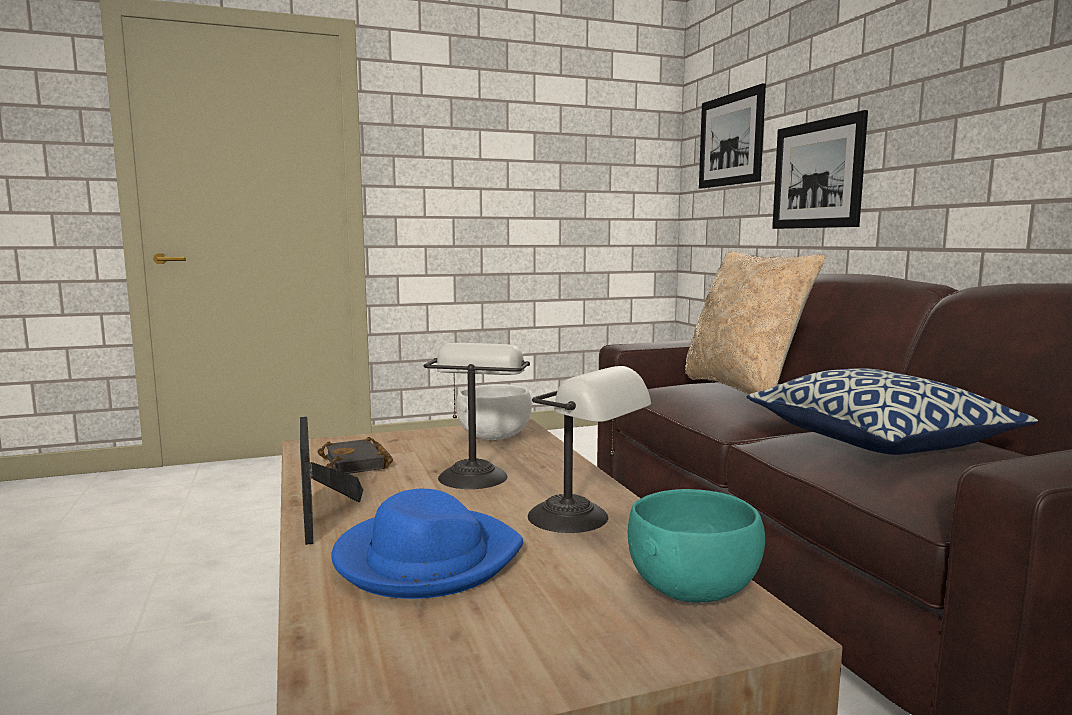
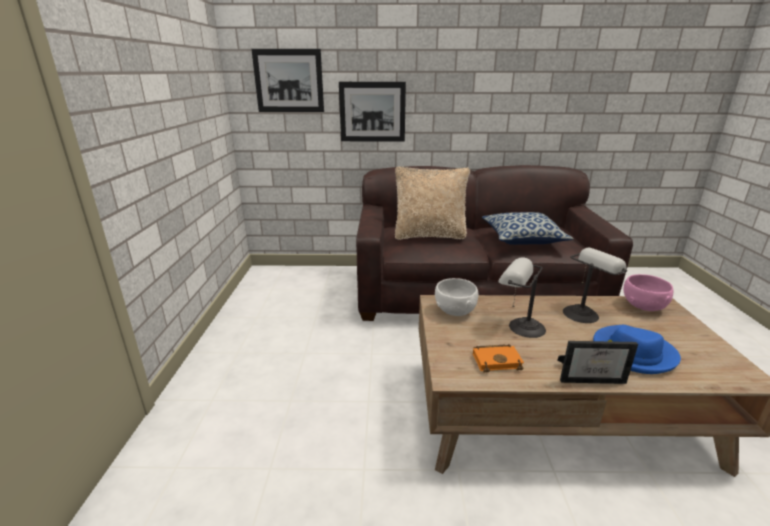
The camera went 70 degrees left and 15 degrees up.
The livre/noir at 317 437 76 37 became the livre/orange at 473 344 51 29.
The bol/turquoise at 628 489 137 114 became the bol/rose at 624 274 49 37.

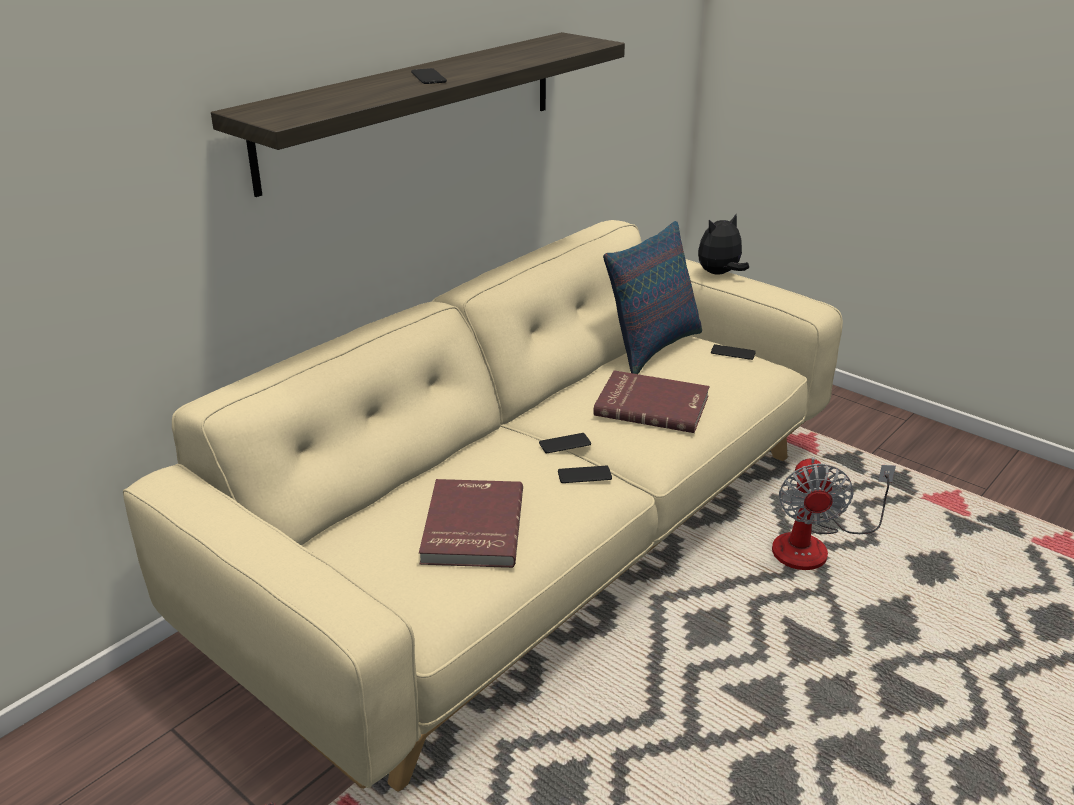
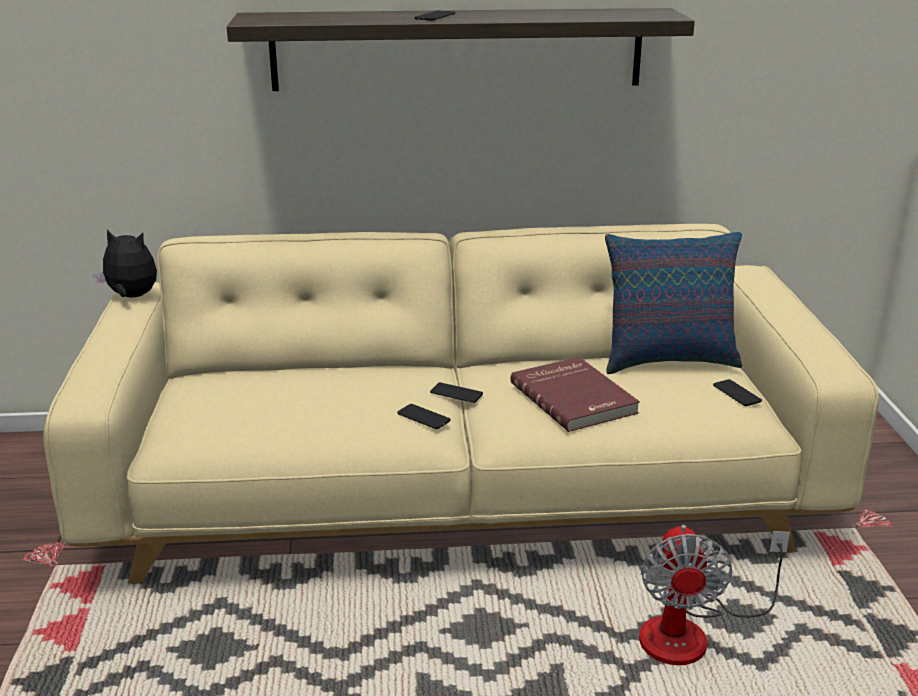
The camera went 45 degrees right and 5 degrees down.
The livre/rouge at 419 479 104 89 disappeared.
The peluche moved from 698 214 51 61 to 93 229 64 68.
The ventilateur at 772 457 124 113 turned 45 degrees counterclockwise.

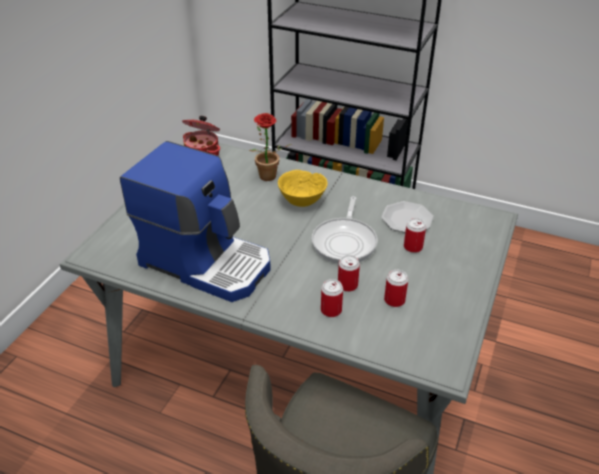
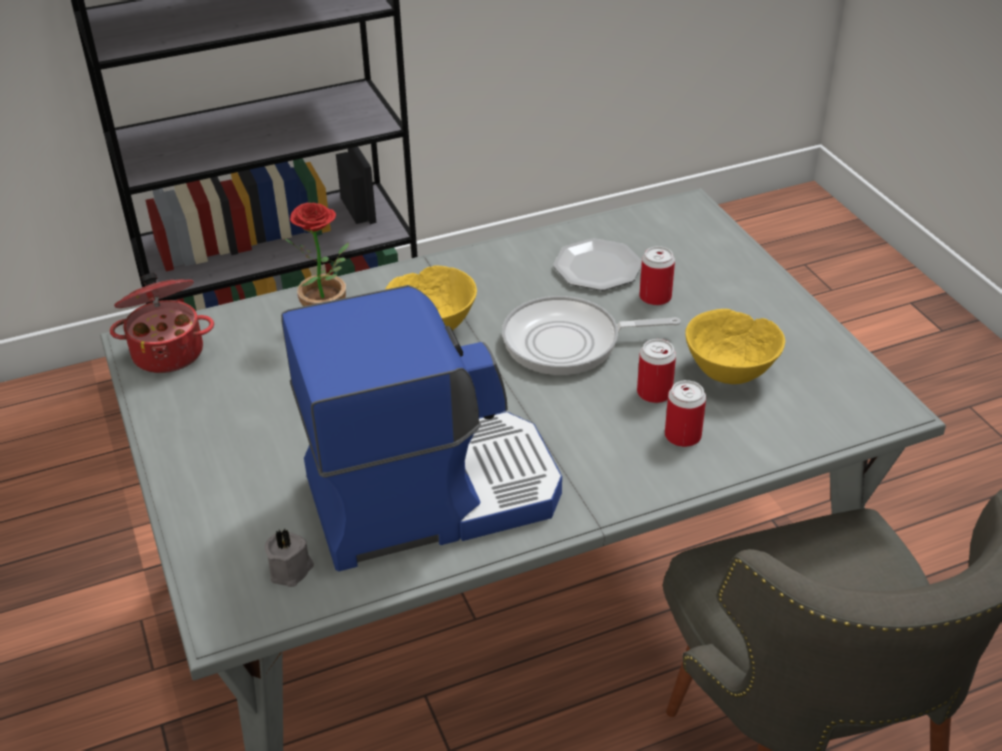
The camera went 45 degrees left and 0 degrees up.
The poêle at 312 196 65 68 turned 120 degrees clockwise.
The boîte métallique at 384 269 24 38 was replaced by the bol/jaune at 685 309 100 75.
The bougie/gris at 265 529 49 58 appeared.

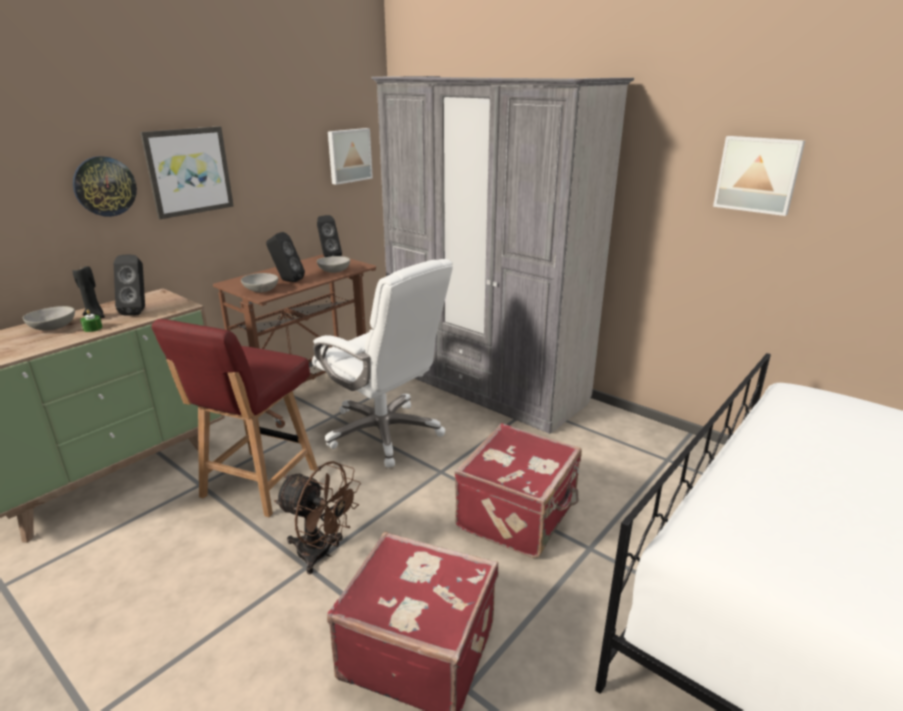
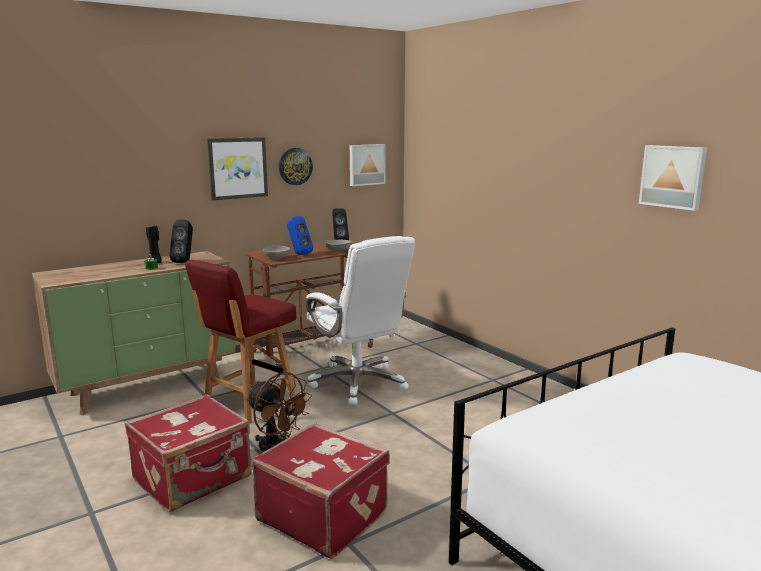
The camera went 15 degrees right and 10 degrees down.
The bol/gris at 23 306 52 25 disappeared.
The horloge murale moved from 73 156 64 61 to 279 148 34 37.
The enceinte/noir at 266 232 39 50 became the enceinte/bleu at 287 216 26 39.
The armoire/gris at 371 76 263 358 disappeared.
The valise/rouge moved from 454 423 128 135 to 124 394 128 118.

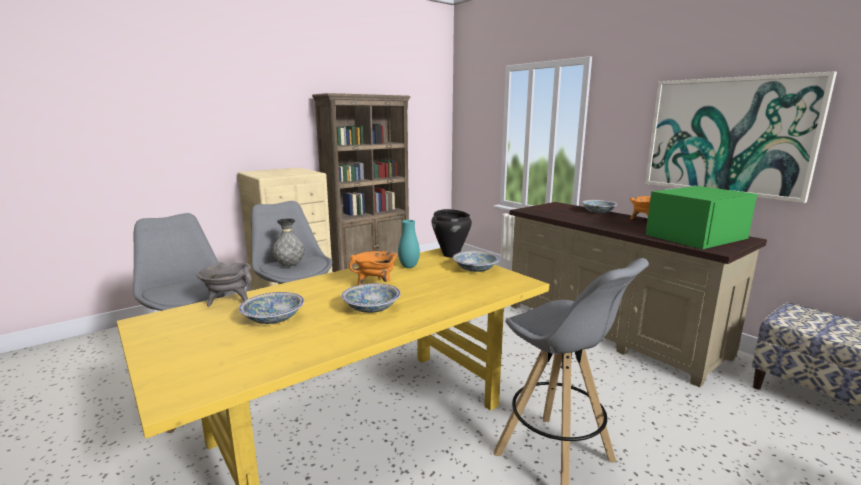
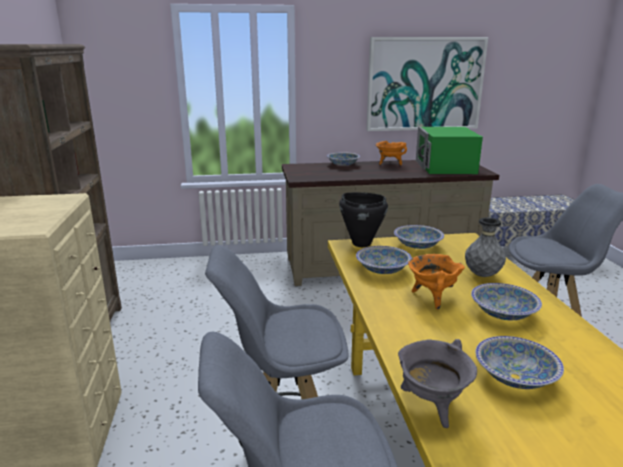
The camera went 60 degrees left and 5 degrees up.
The vase/gris moved from 272 218 33 48 to 465 218 41 59.
The vase/turquoise at 398 220 22 48 was replaced by the bol at 356 246 56 28.

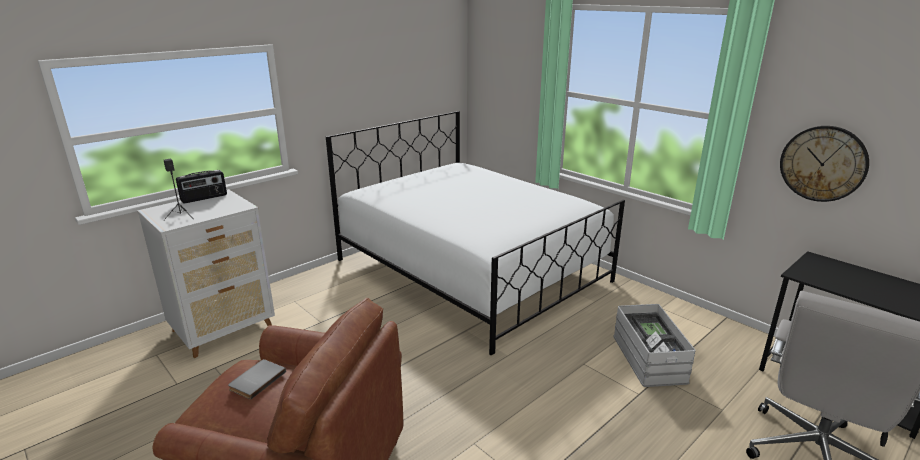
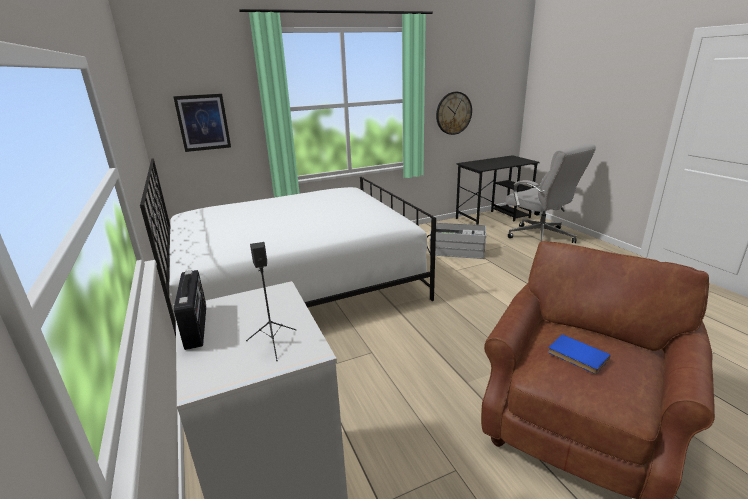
The camera went 70 degrees left and 0 degrees up.
The livre/gris at 228 359 58 41 became the livre/bleu at 548 334 63 40.
The tableau at 173 94 58 58 appeared.

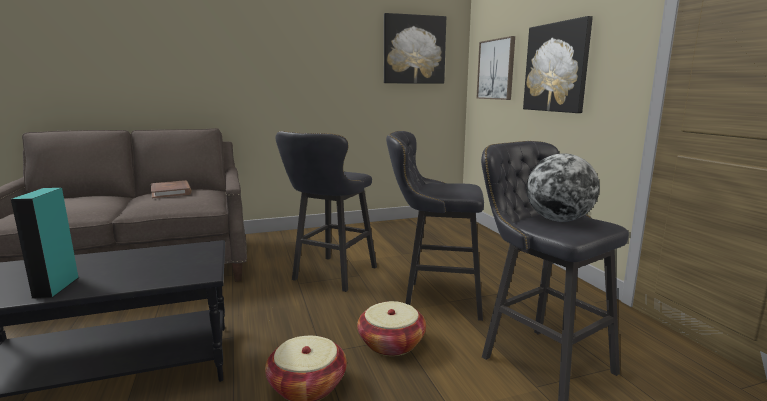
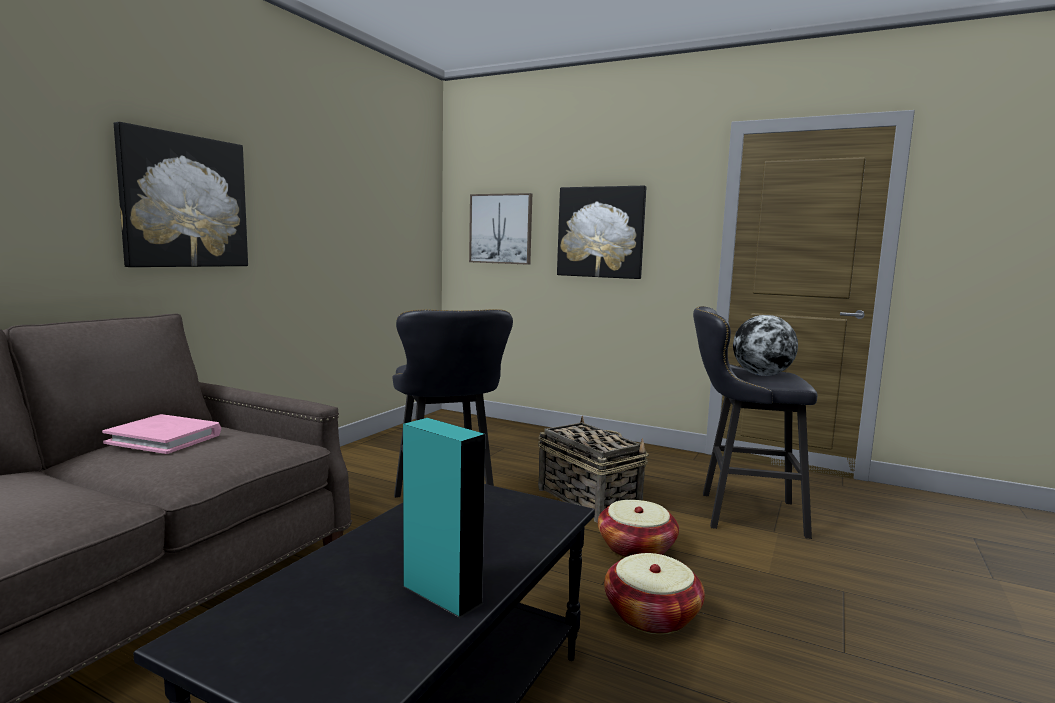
The camera went 45 degrees left and 5 degrees down.
The livre/marron at 151 180 41 18 became the livre/rose at 102 414 119 40.
The tableau moved from 384 13 62 71 to 114 122 134 145.
The tabouret/noir at 386 131 98 190 was replaced by the panier at 538 416 111 107.

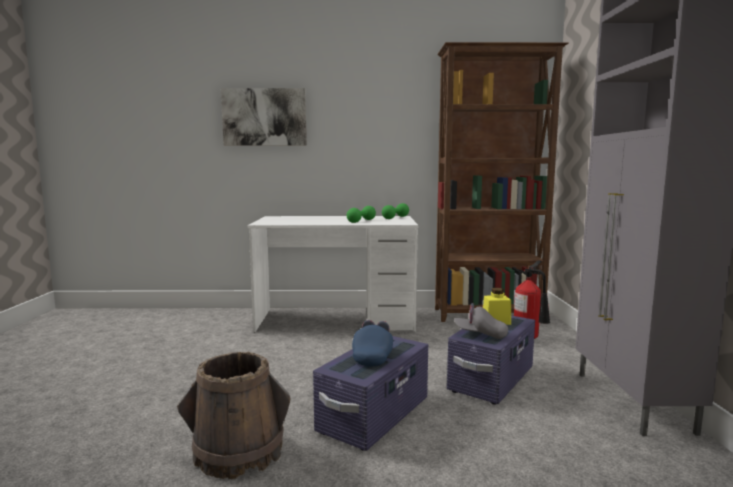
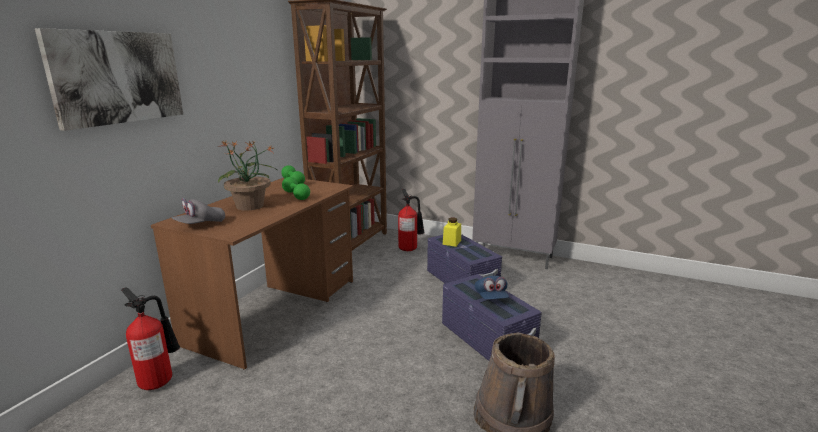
The camera went 65 degrees left and 10 degrees up.
The bureau/blanc at 247 216 171 117 became the bureau/marron at 151 178 203 191.
The casquette/bleu at 352 320 41 47 turned 135 degrees counterclockwise.
The casquette/gris moved from 454 303 54 36 to 172 198 53 26.
The extincteur at 121 288 59 102 appeared.
The plante en pot at 218 141 60 70 appeared.

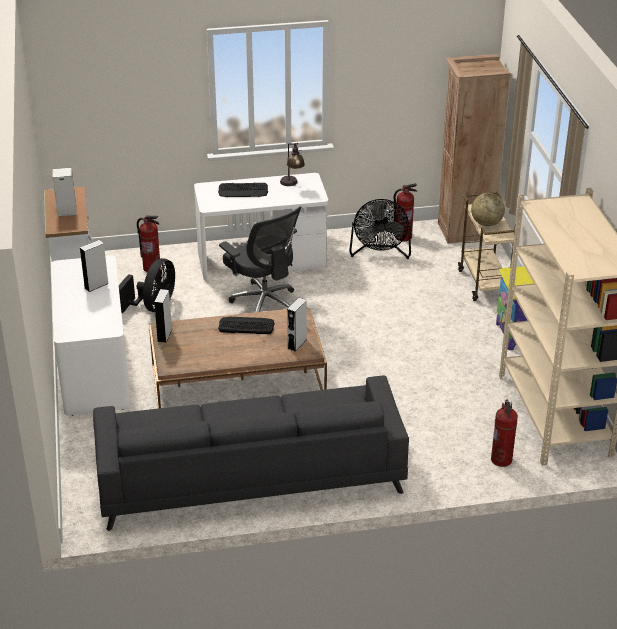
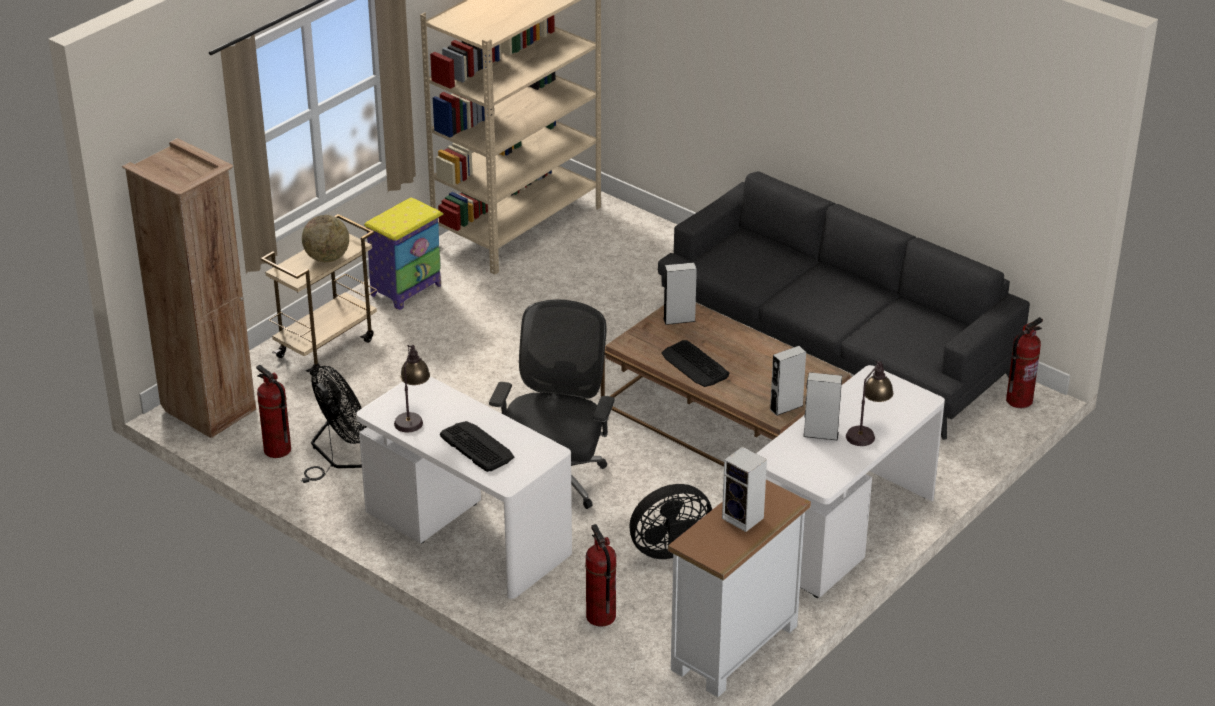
The camera went 130 degrees left and 0 degrees up.
The extincteur moved from 491 399 27 68 to 1006 317 37 91.
The lampe de table at 846 360 47 86 appeared.

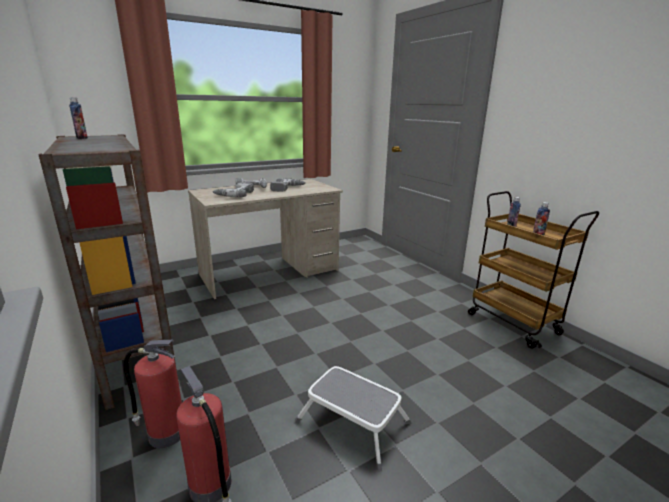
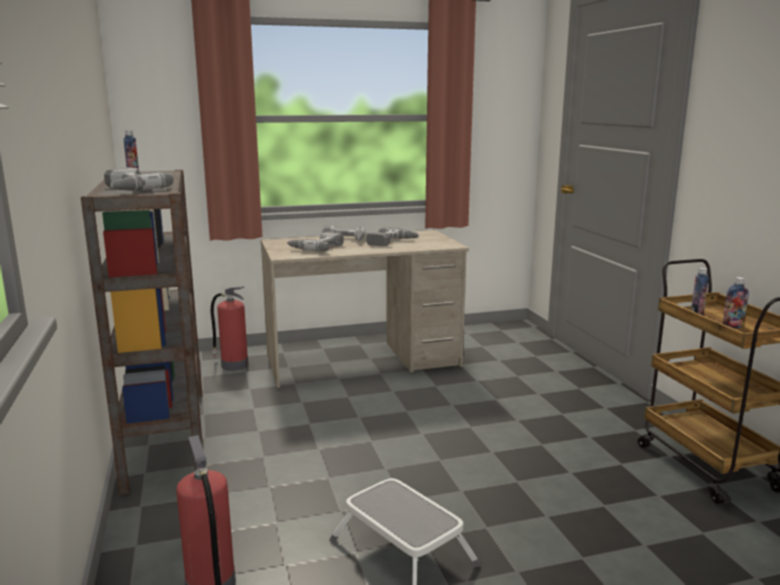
The camera went 15 degrees right and 5 degrees down.
The extincteur moved from 124 340 58 108 to 211 286 38 85.
The perceuse at 104 167 69 24 appeared.

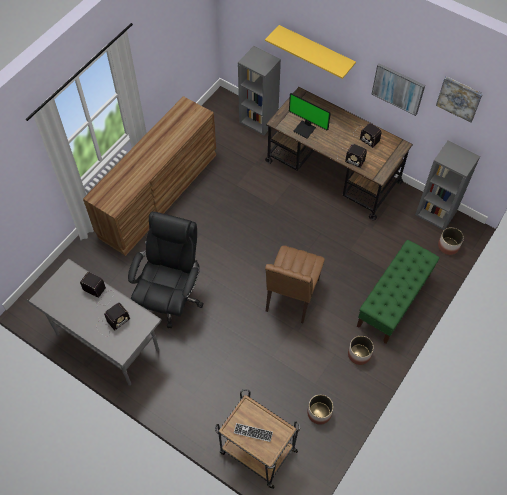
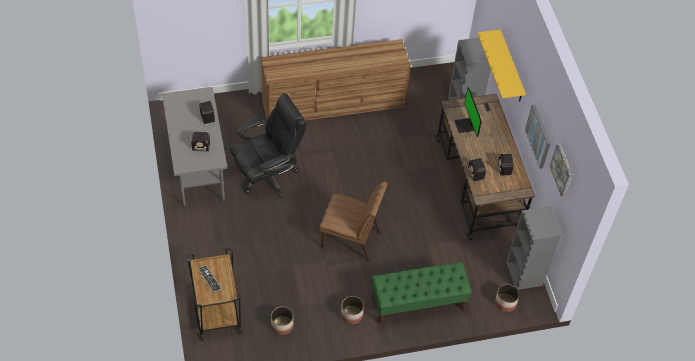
The camera went 40 degrees right and 5 degrees down.
The chaise/marron at 265 245 60 78 turned 135 degrees counterclockwise.

